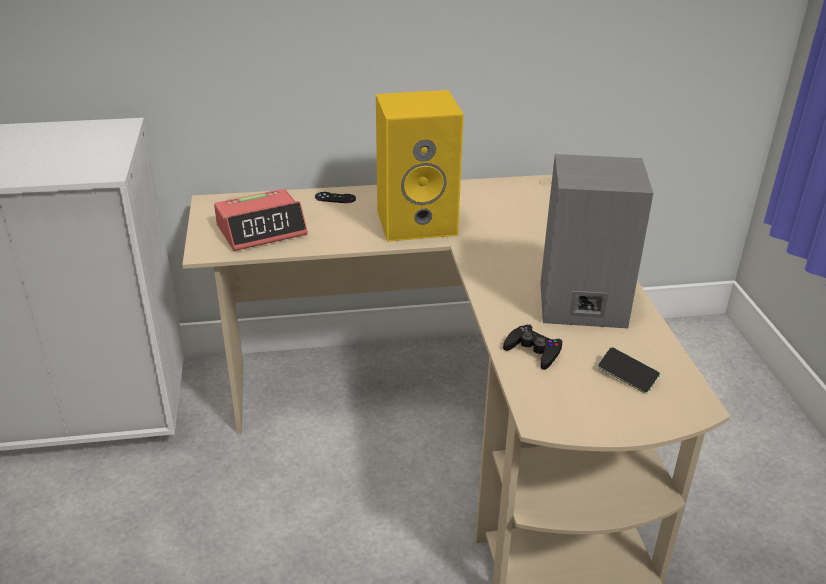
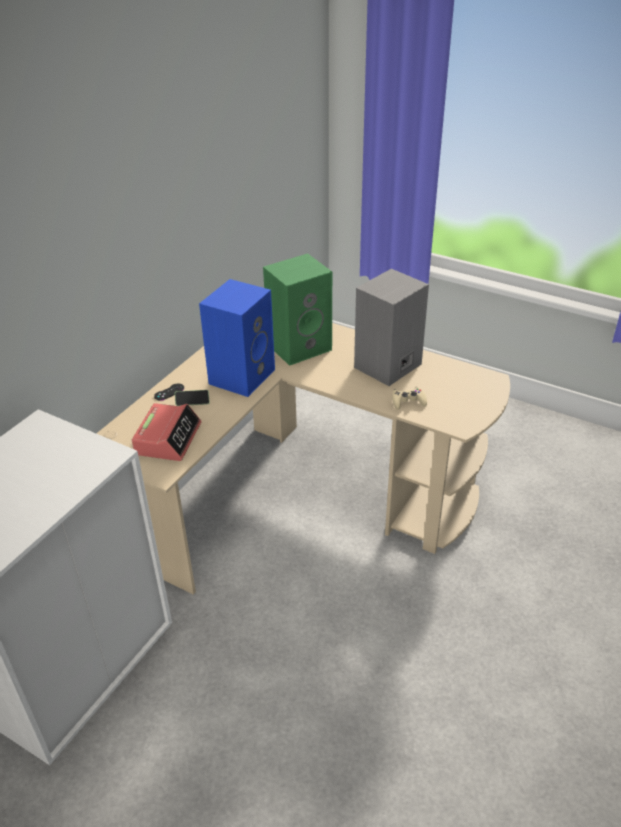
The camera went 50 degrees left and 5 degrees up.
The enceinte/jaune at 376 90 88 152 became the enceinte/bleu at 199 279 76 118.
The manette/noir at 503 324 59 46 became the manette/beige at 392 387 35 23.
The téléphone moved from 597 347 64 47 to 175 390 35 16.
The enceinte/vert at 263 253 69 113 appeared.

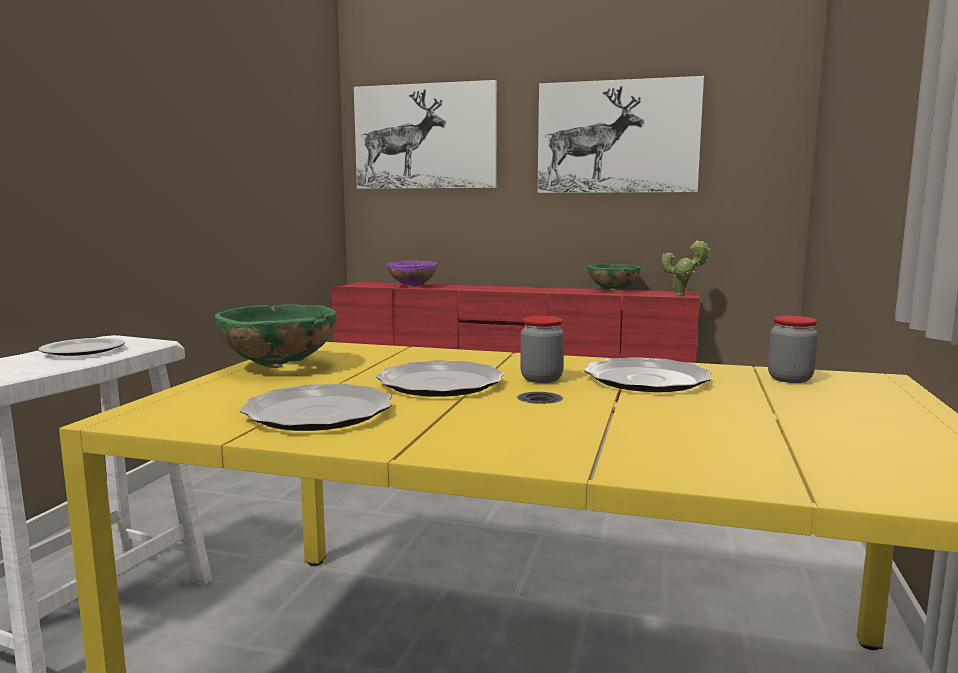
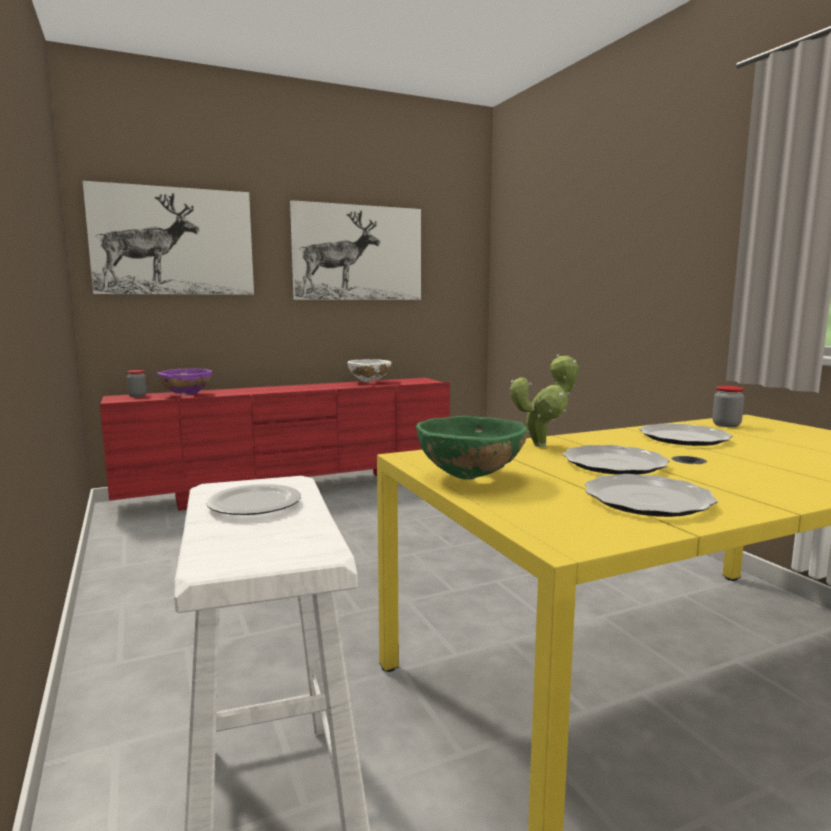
The camera went 40 degrees left and 0 degrees up.
The bocal moved from 520 316 44 67 to 127 370 20 27.
The bol/vert at 588 264 53 27 became the bol/blanc at 348 359 44 23.
The plante en pot moved from 661 240 49 55 to 510 354 69 93.

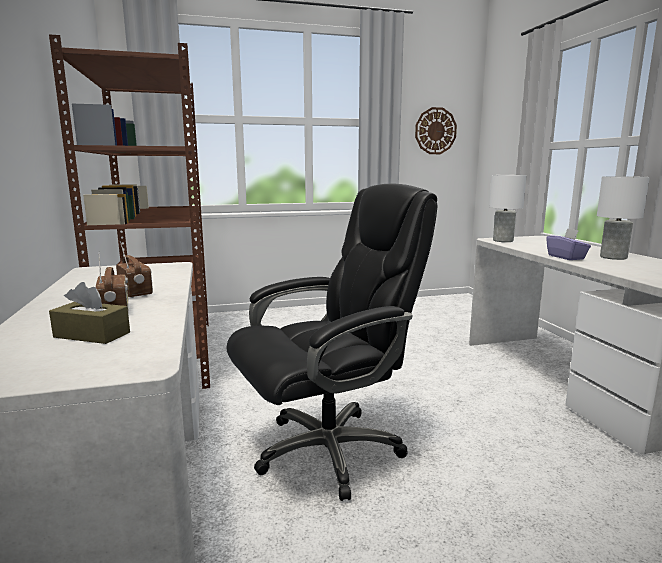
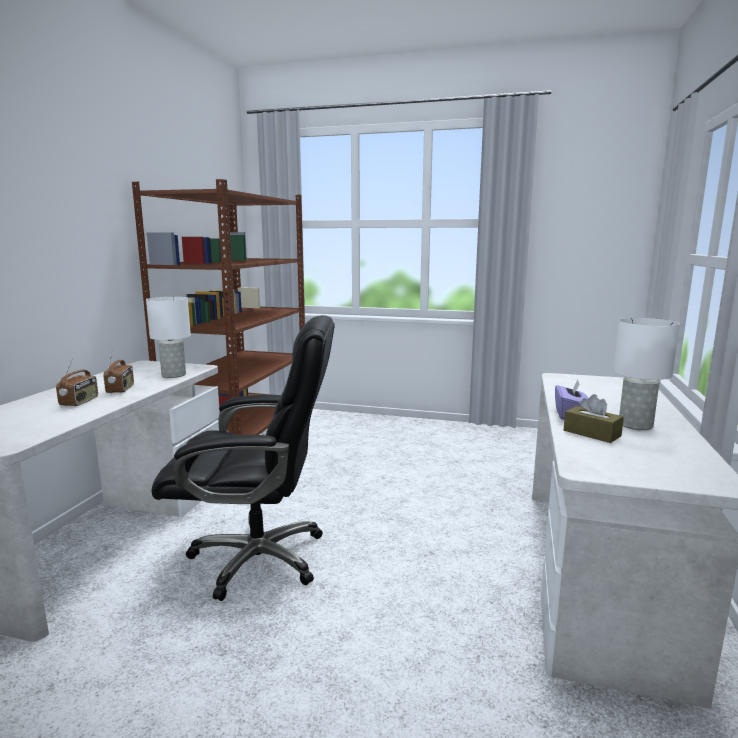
The camera went 30 degrees right and 0 degrees up.
The boîte à mouchoirs/marron moved from 49 282 81 62 to 564 394 60 49.
The horloge murale at 415 107 42 47 disappeared.
The lampe de table/blanc moved from 489 175 38 67 to 146 297 45 81.

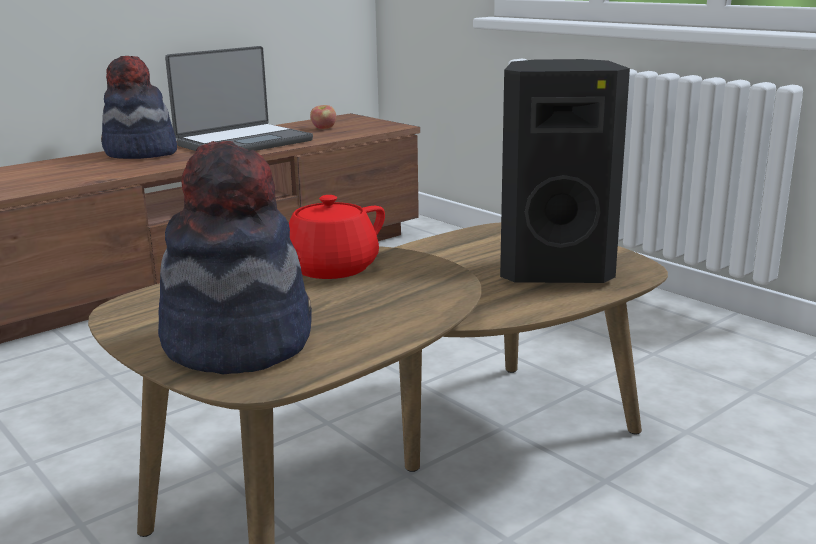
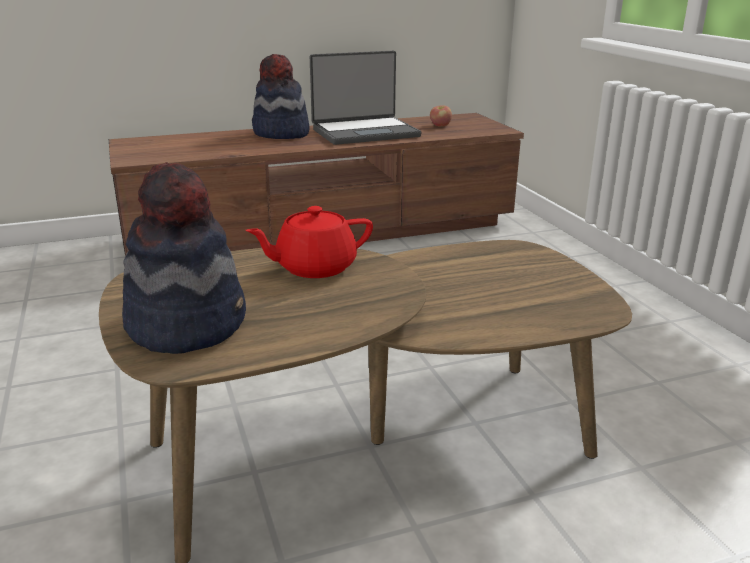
The camera went 20 degrees right and 5 degrees up.
The enceinte/noir at 500 59 130 224 disappeared.

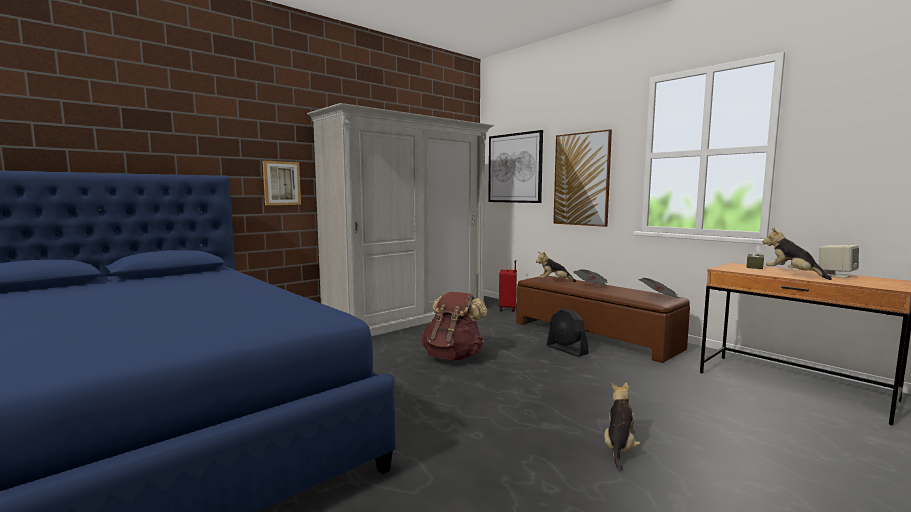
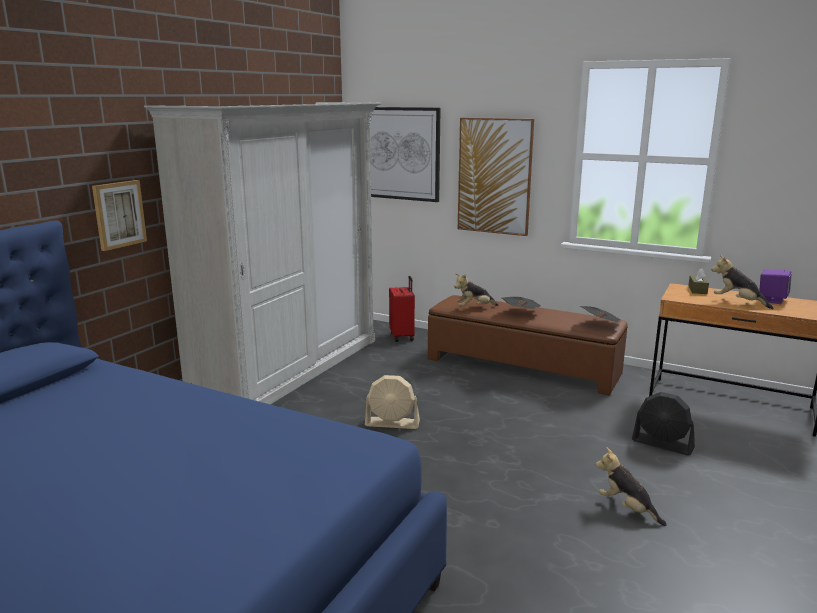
The camera went 20 degrees left and 10 degrees up.
The sac à dos/marron at 422 292 65 68 was replaced by the ventilateur/beige at 365 375 55 54.
The ventilateur/noir moved from 546 308 43 49 to 632 392 63 64.
The peluche at 604 382 37 89 turned 45 degrees counterclockwise.
The enceinte/beige at 819 245 40 33 became the enceinte/violet at 759 270 33 34.

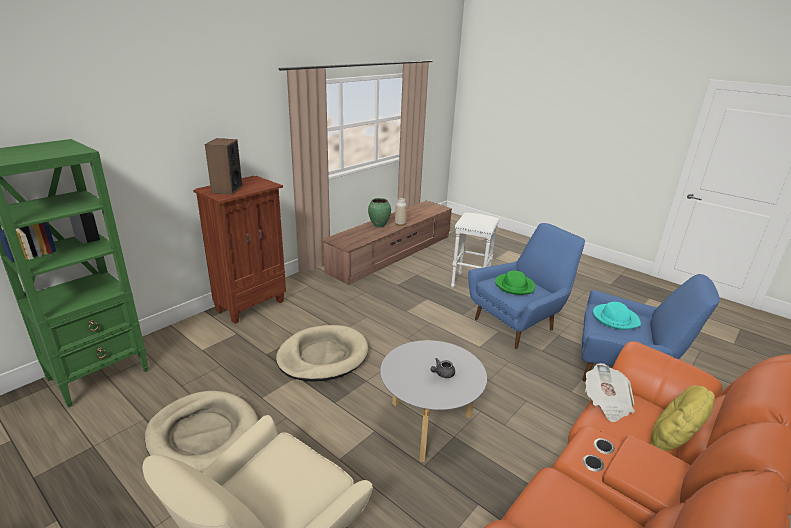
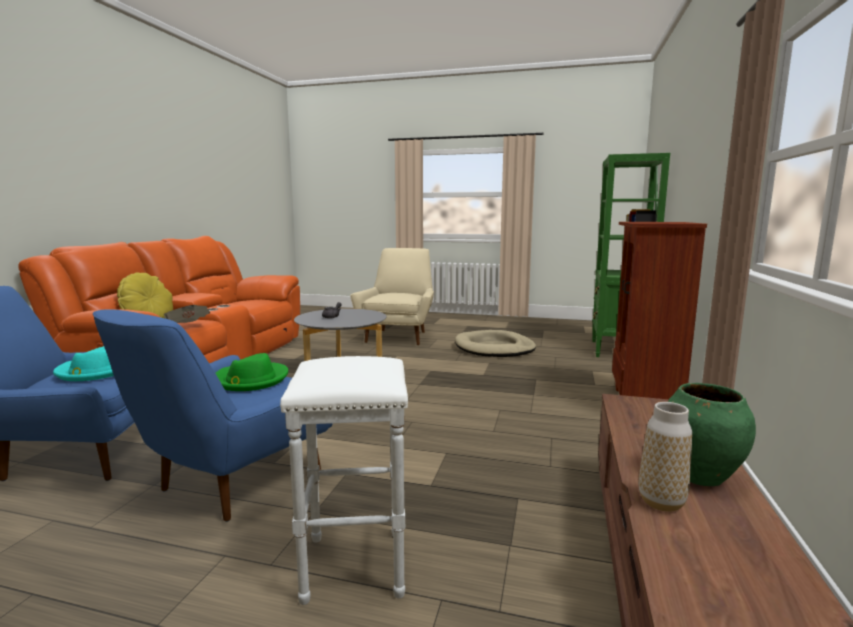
The camera went 155 degrees right and 15 degrees down.
The enceinte at 205 138 37 57 disappeared.
The panier pour chien/beige at 276 325 92 57 disappeared.

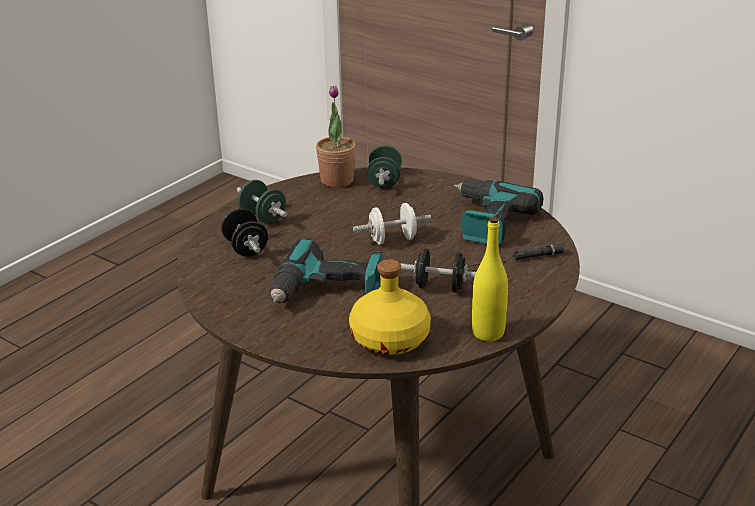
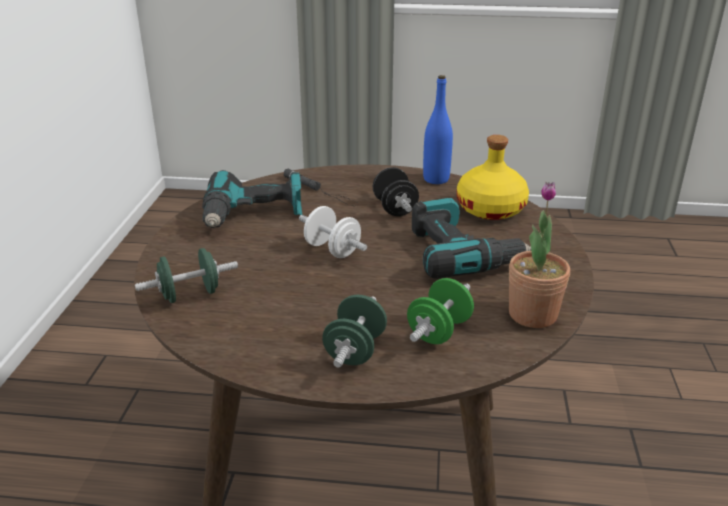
The camera went 120 degrees left and 0 degrees up.
The haltère/noir at 221 208 47 49 became the haltère/vert at 407 278 67 66.
The plante en pot moved from 316 85 40 103 to 509 182 61 146.
The bouteille/jaune at 472 217 36 124 became the bouteille/bleu at 423 75 30 109.

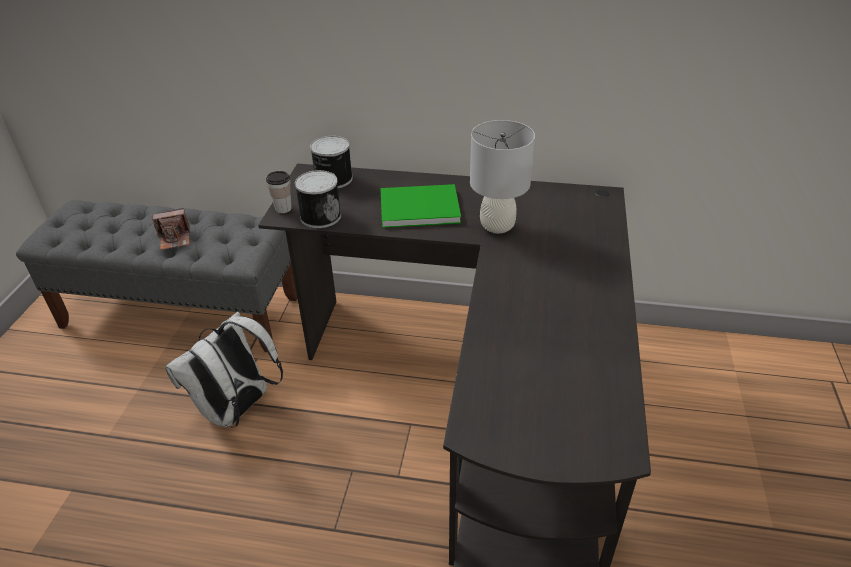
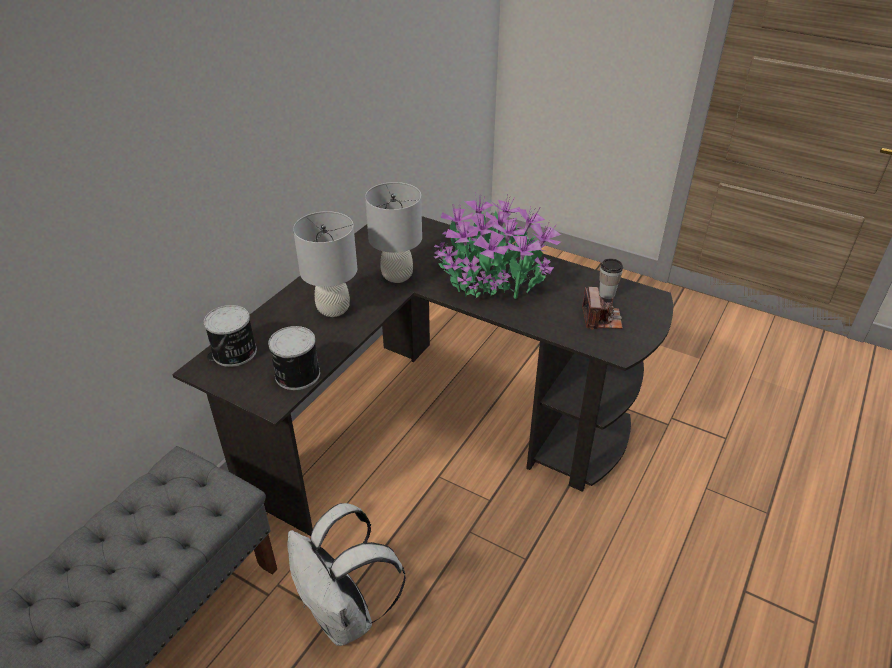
The camera went 70 degrees left and 0 degrees up.
The appareil photo moved from 152 208 38 42 to 582 287 41 43.
The tasse moved from 266 171 26 42 to 599 258 24 41.
The livre/vert at 381 184 80 44 was replaced by the lampe de table/gris at 293 211 64 106.
The plante en pot at 434 192 127 107 appeared.

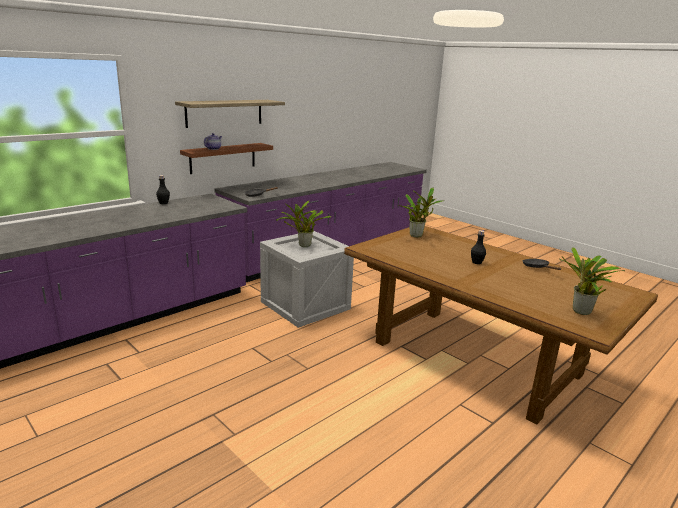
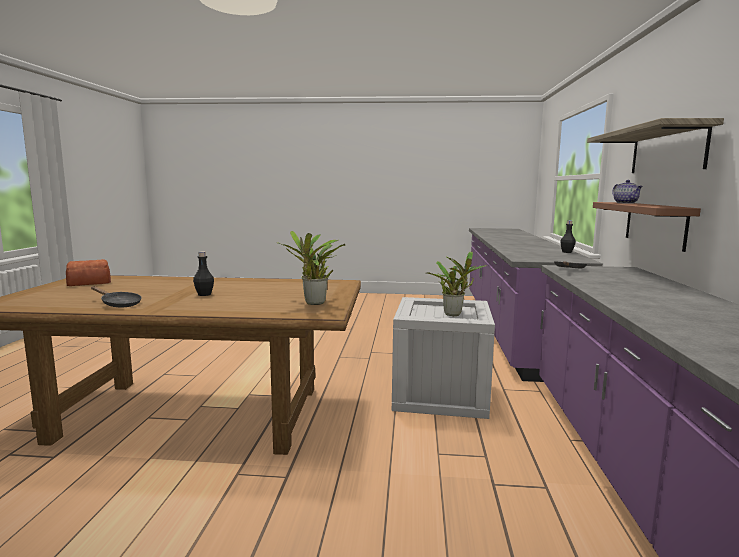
The camera went 140 degrees right and 10 degrees down.
The plante en pot at 560 247 65 68 was replaced by the pain at 66 259 45 27.

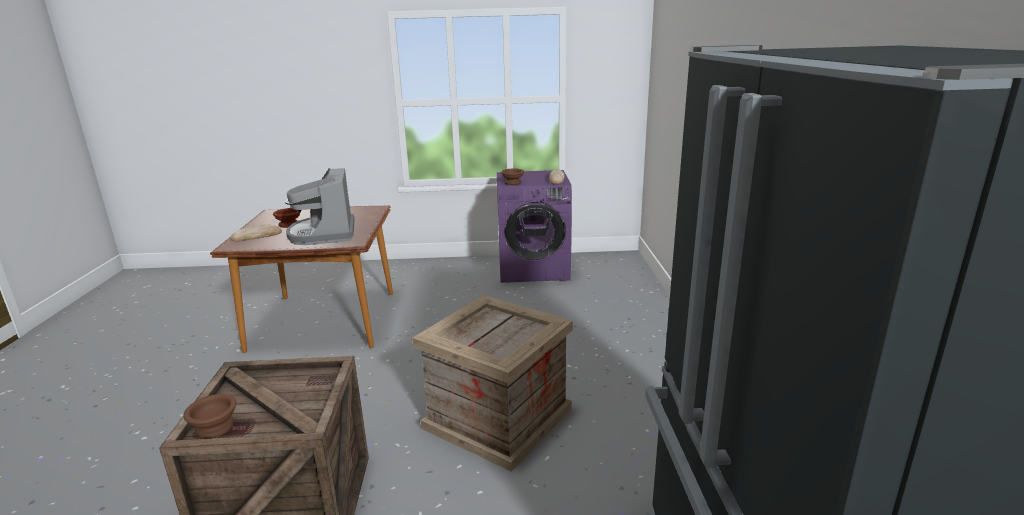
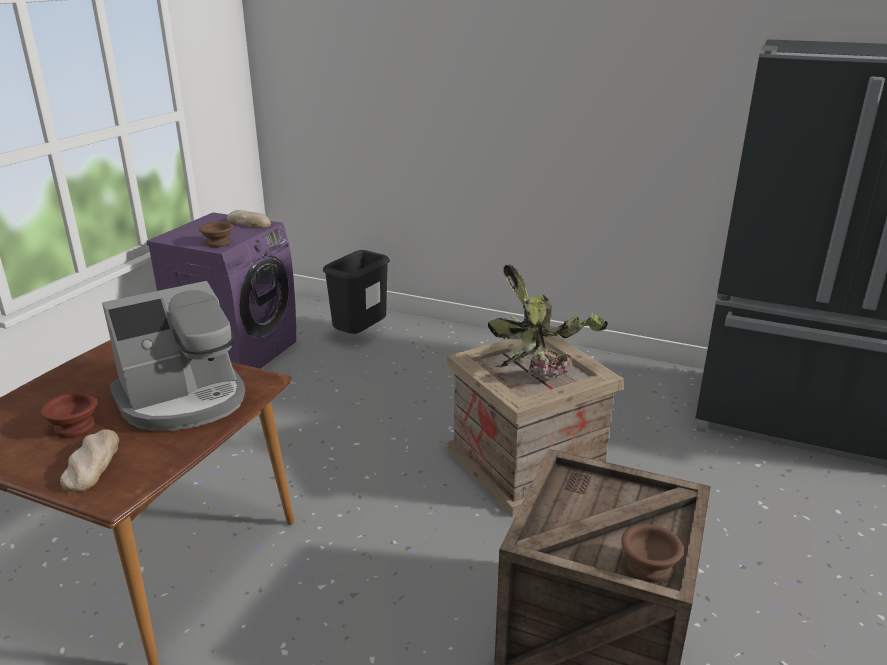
The camera went 65 degrees left and 5 degrees up.
The machine à café at 285 168 70 77 turned 45 degrees counterclockwise.
The poubelle/noir at 323 250 67 84 appeared.
The plante en pot at 488 265 120 113 appeared.

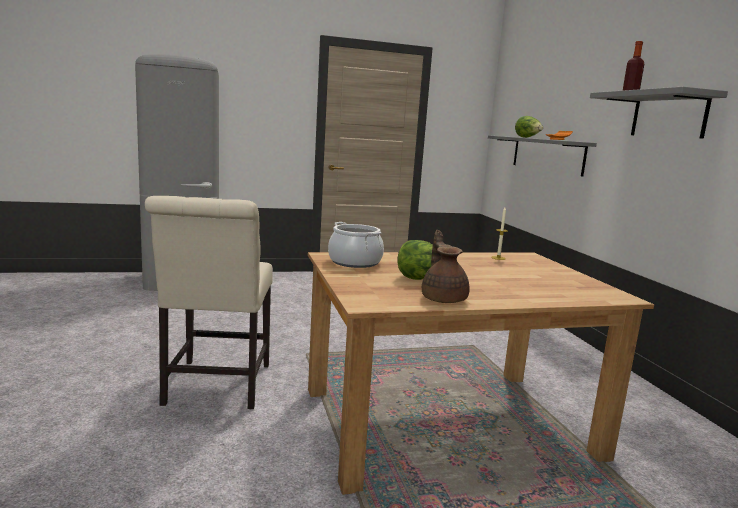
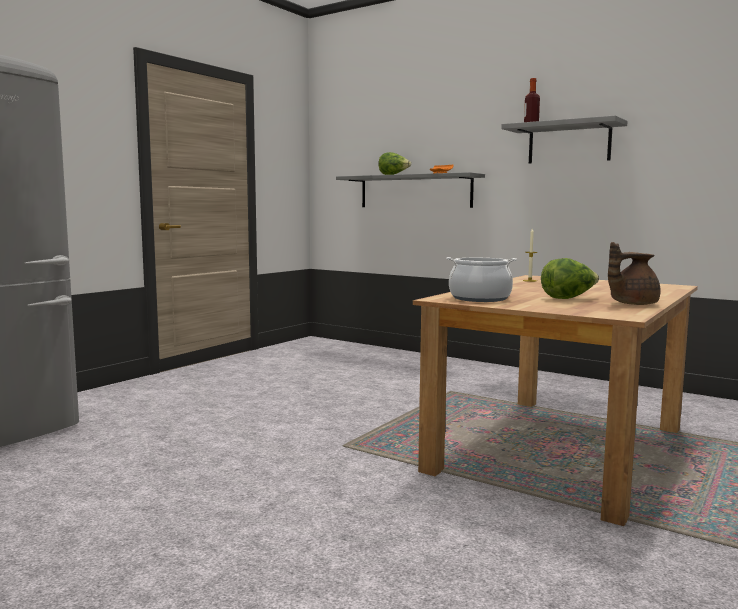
The camera went 40 degrees left and 5 degrees down.
The chaise/beige at 145 196 128 213 disappeared.
The théière/marron at 422 230 48 73 turned 60 degrees counterclockwise.

